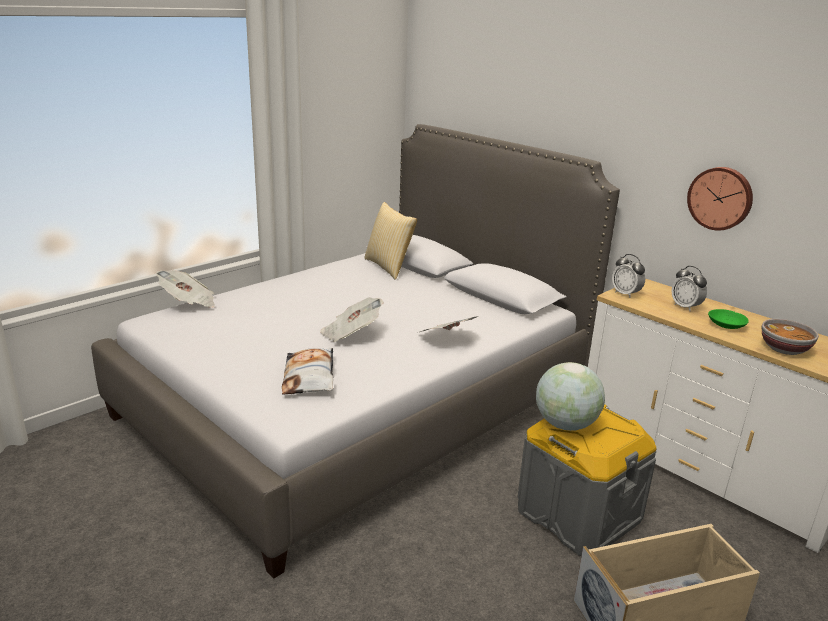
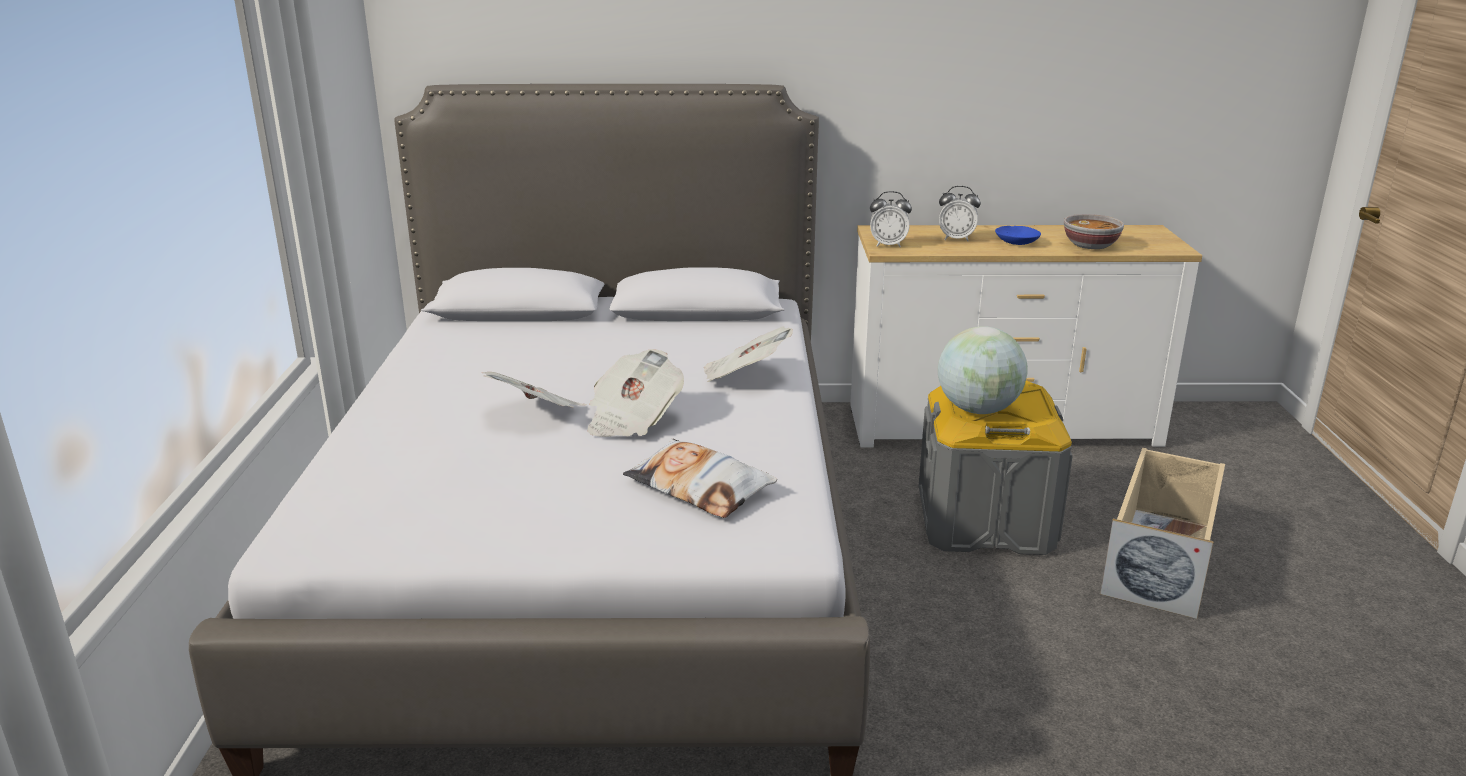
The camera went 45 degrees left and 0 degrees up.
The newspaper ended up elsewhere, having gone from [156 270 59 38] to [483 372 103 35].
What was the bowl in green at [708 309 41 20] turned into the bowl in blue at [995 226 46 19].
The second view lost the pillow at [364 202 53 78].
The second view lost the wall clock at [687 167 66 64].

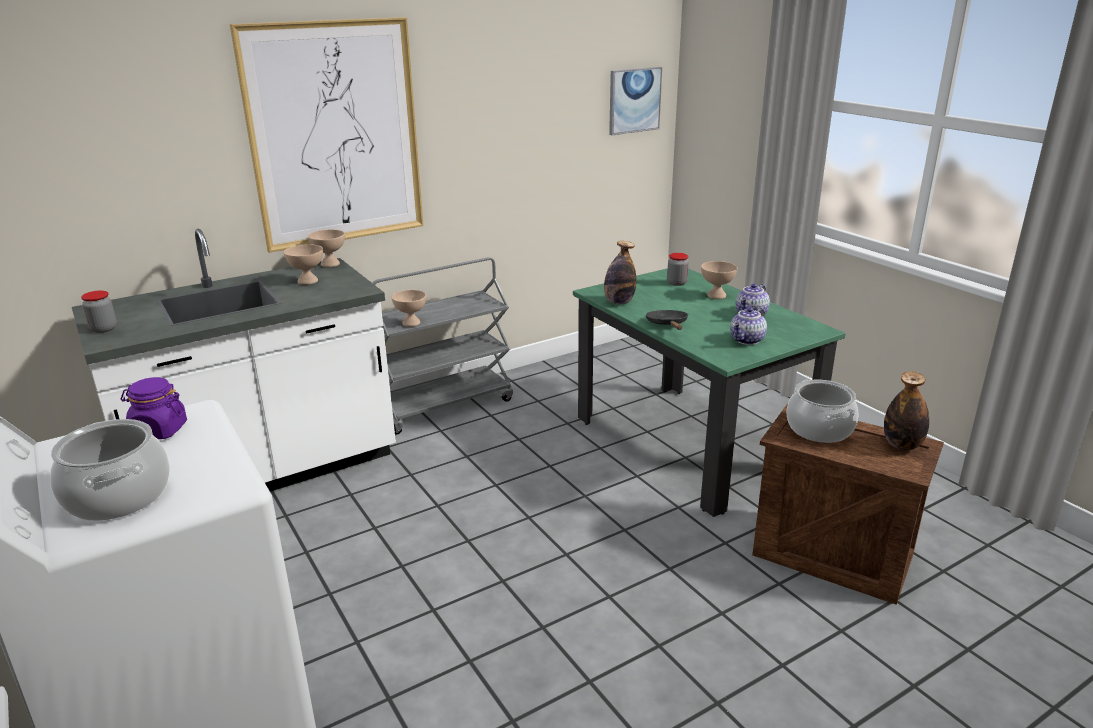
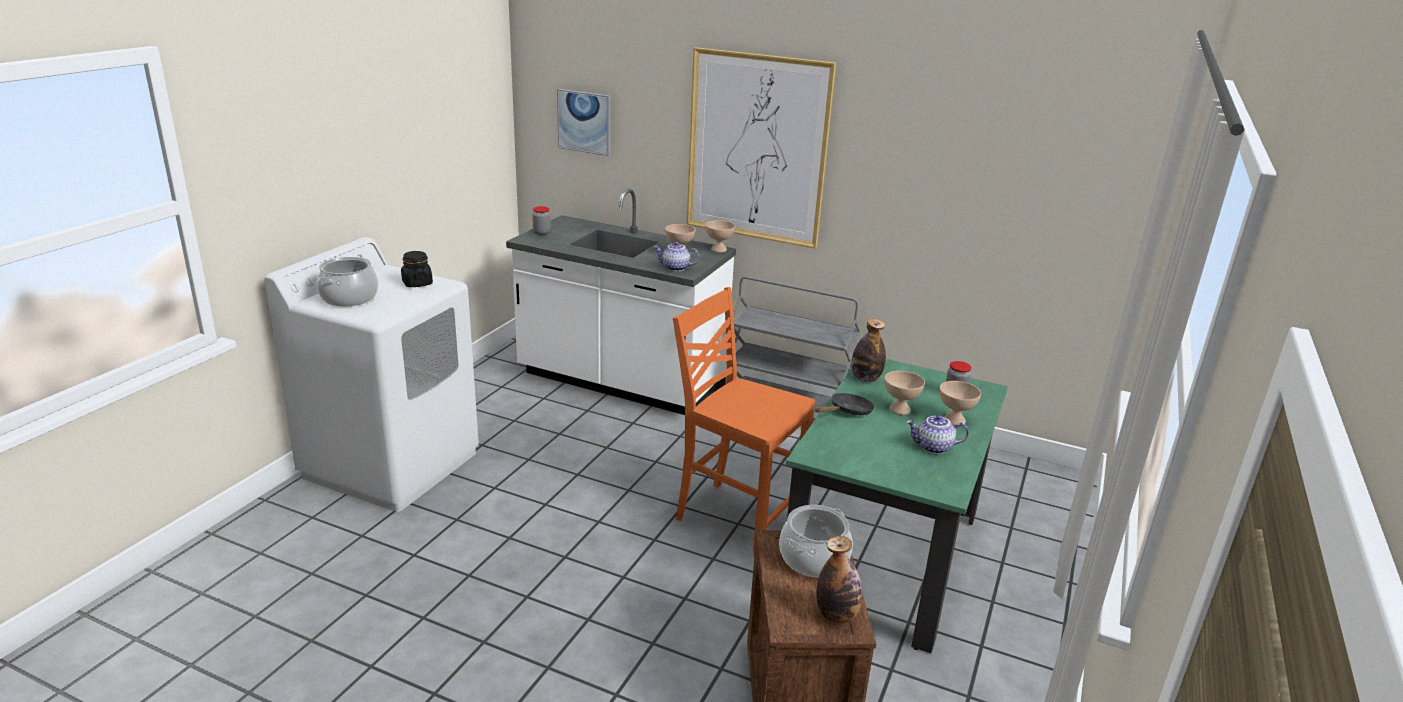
The camera went 55 degrees right and 0 degrees up.
What was the jar in purple at [121 377 66 62] turned into the jar in black at [401 251 32 36].
The picture ended up elsewhere, having gone from [609 67 53 68] to [557 89 54 67].
The teapot ended up elsewhere, having gone from [730 307 37 38] to [654 242 45 29].
The second view gained the chair in orange at [673 287 142 269].
The bowl in beige ended up elsewhere, having gone from [392 290 34 37] to [884 371 41 44].

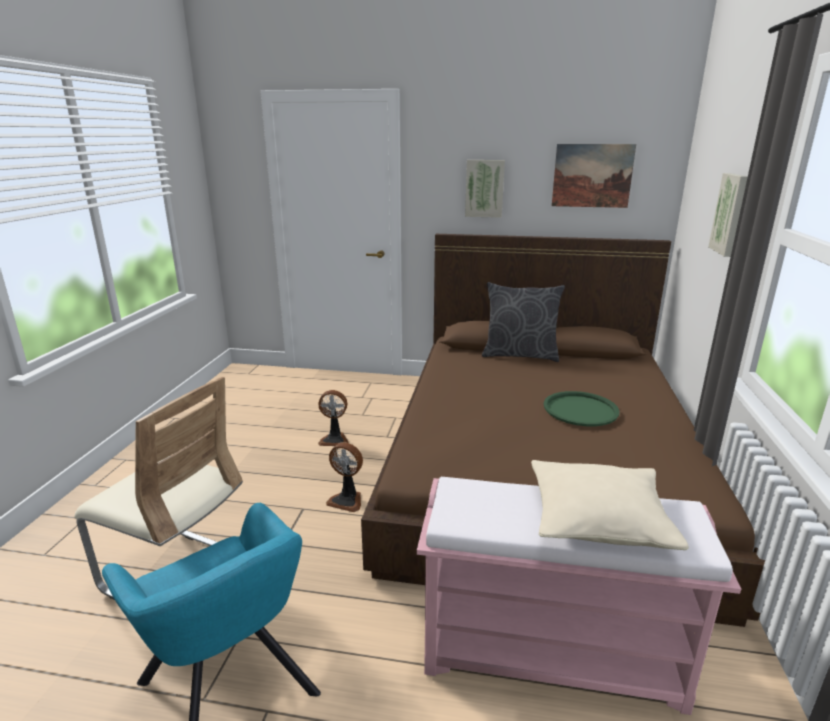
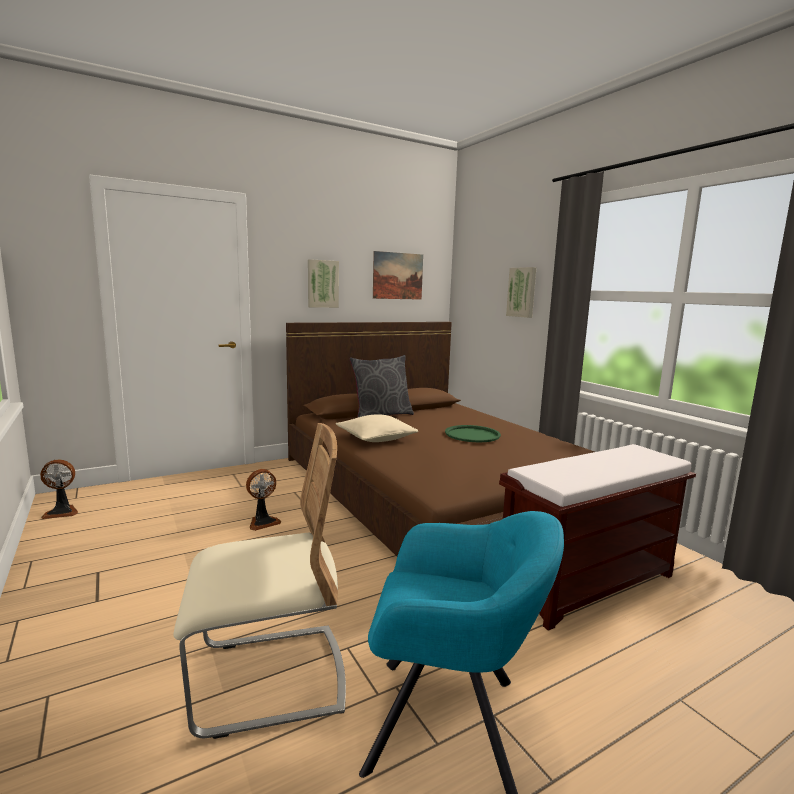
The camera went 40 degrees left and 10 degrees down.
The fan ended up elsewhere, having gone from [326 442 37 70] to [40 460 38 59].
The pillow in beige ended up elsewhere, having gone from [531 460 158 90] to [336 414 82 28].
What was the bench in pink at [417 477 324 238] turned into the bench in brown at [499 444 197 187].

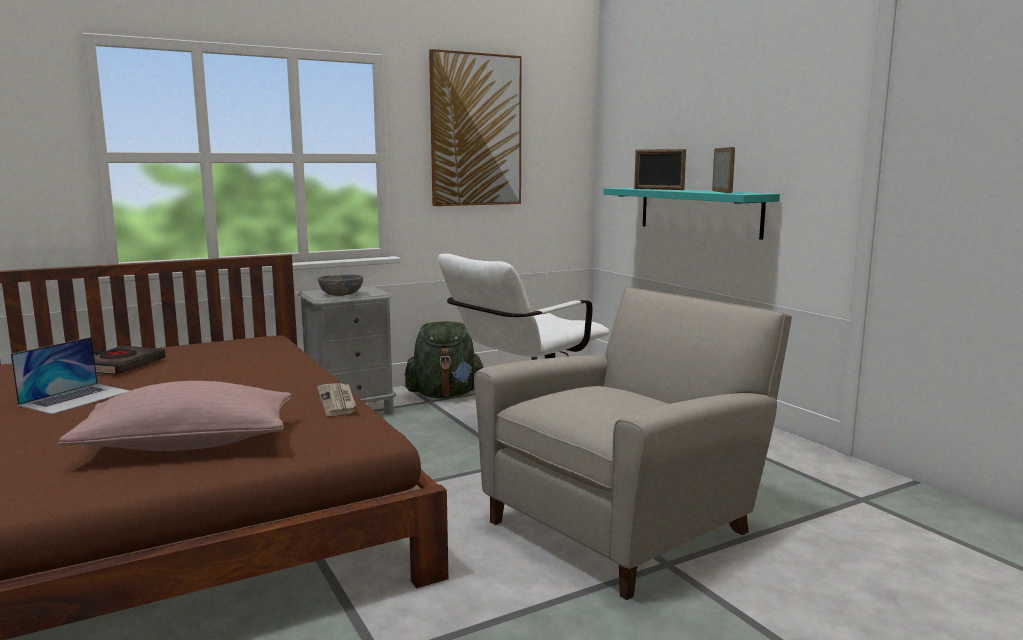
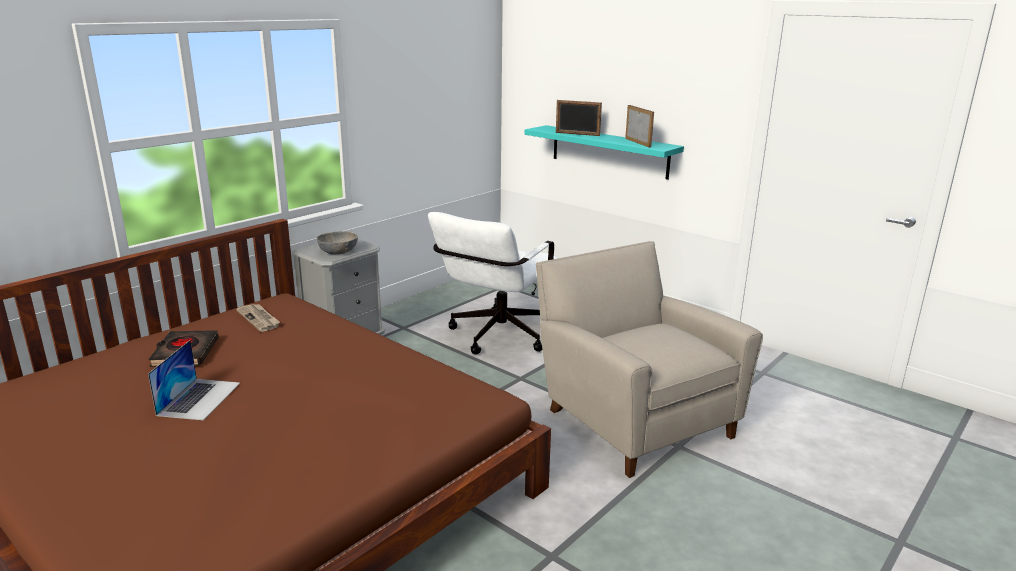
The camera went 20 degrees left and 10 degrees up.
The newspaper ended up elsewhere, having gone from [317 383 39 33] to [236 304 44 28].
The armchair in beige at [474 287 318 313] ended up facing another way, 60 degrees counterclockwise from before.
The second view lost the pillow in pink at [58 381 233 70].
The second view lost the backpack in green at [405 322 79 76].
The second view lost the picture at [429 49 92 157].

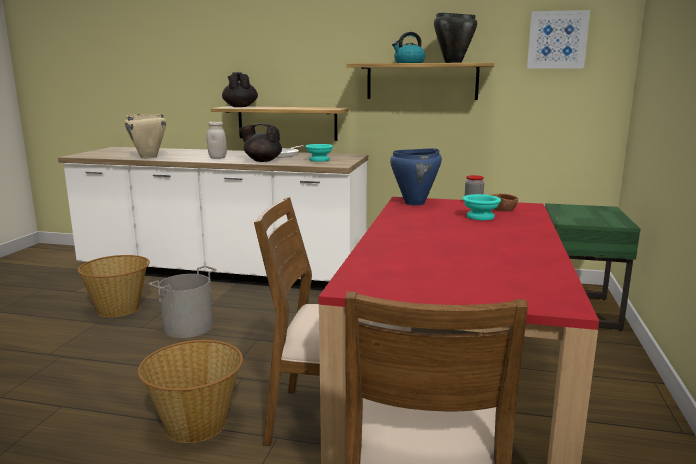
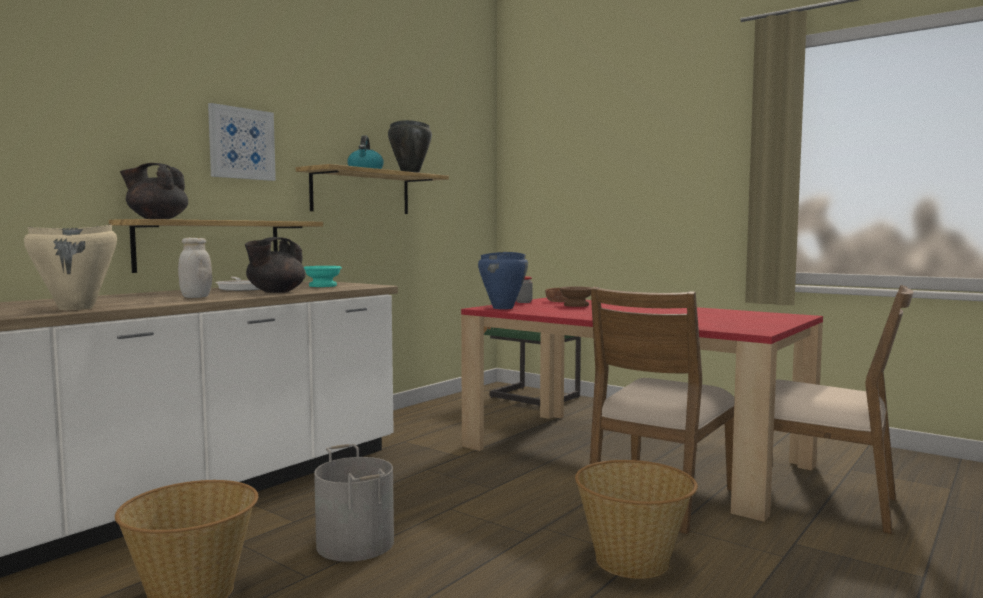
The camera went 65 degrees left and 10 degrees down.
The picture ended up elsewhere, having gone from [527 10 63 59] to [208 103 68 78].
What was the bowl in turquoise at [462 194 39 26] turned into the bowl in brown at [560 286 32 21].

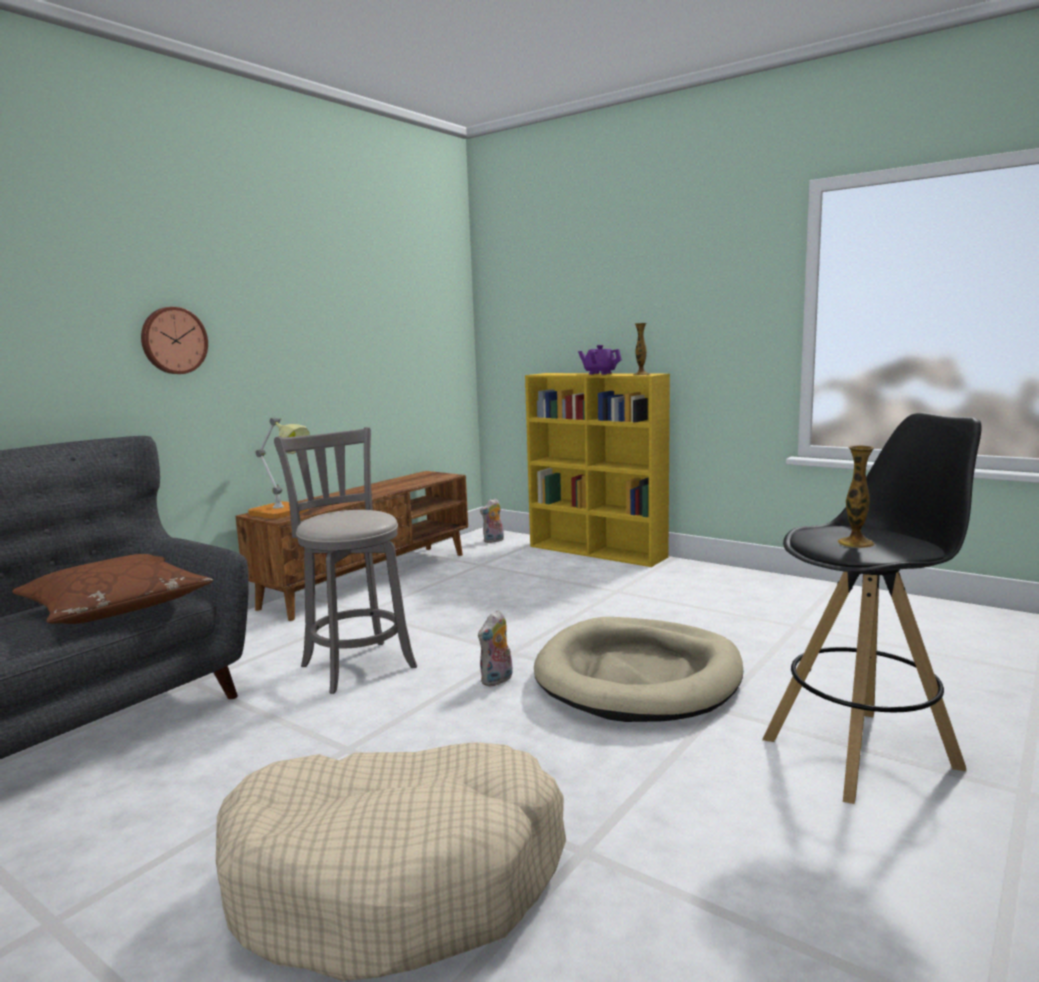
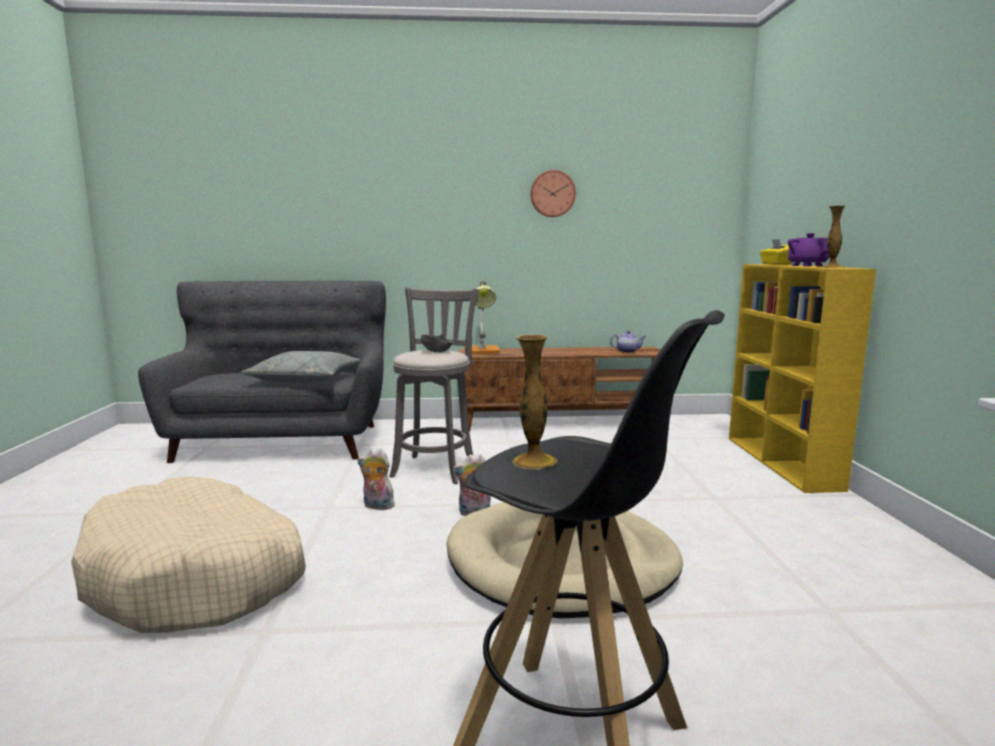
The camera went 50 degrees right and 0 degrees up.
What was the pillow in brown at [12 554 201 70] turned into the pillow in grey at [241 351 120 31].
The plush toy ended up elsewhere, having gone from [480 498 24 45] to [358 448 37 62].
The second view gained the bowl in grey at [421 333 31 19].
The wall clock ended up elsewhere, having gone from [141 307 67 67] to [530 170 46 47].
The second view gained the teapot at [610 331 36 22].
The second view gained the tissue box in yellow at [760 239 33 26].

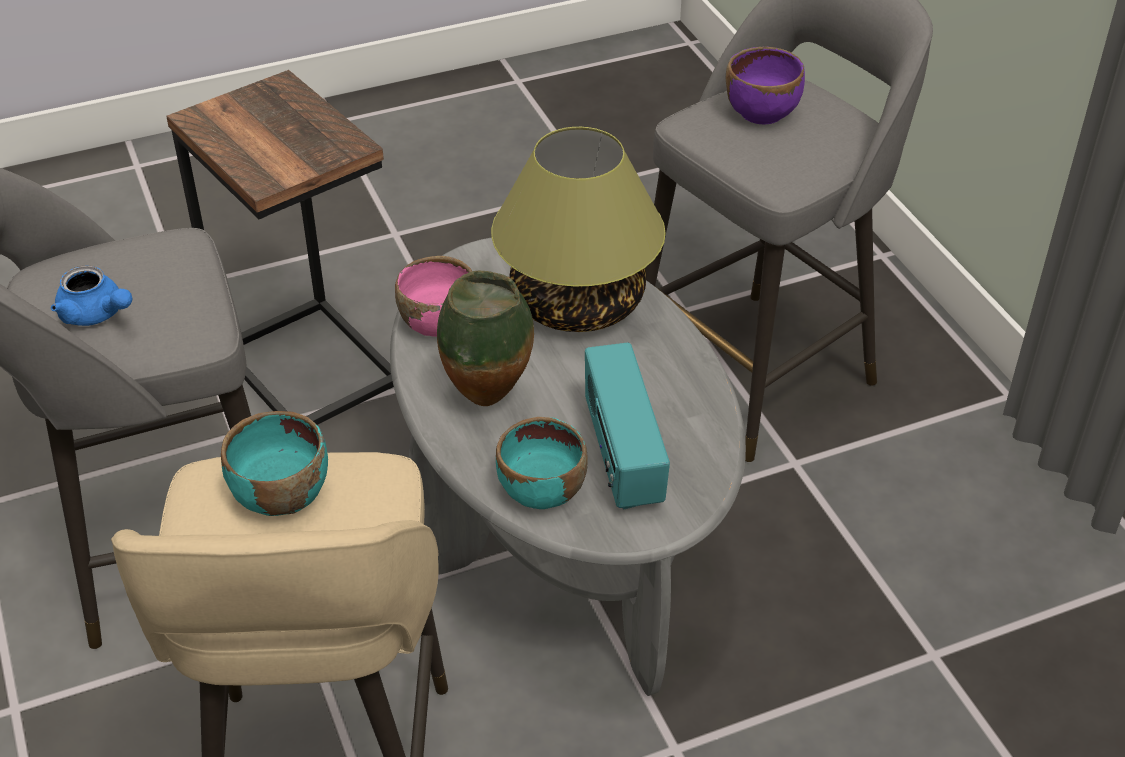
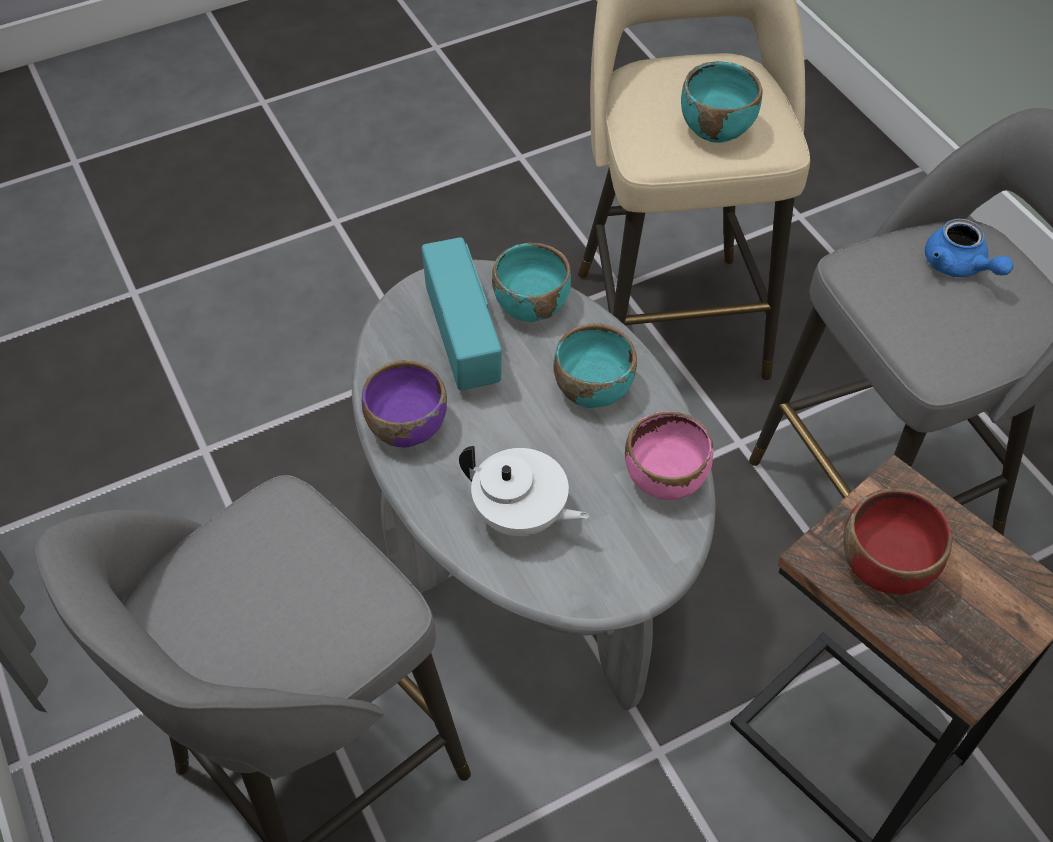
The camera went 175 degrees right and 10 degrees up.
The bowl in purple ended up elsewhere, having gone from [726 46 79 78] to [362 360 85 88].
Where the table lamp stood at [491 127 175 205], the teapot in white came to stand at [459 446 130 91].
Where the vase stood at [437 270 97 136], the bowl in turquoise came to stand at [553 323 84 85].
The second view gained the bowl in red at [843 488 110 106].
The teapot in blue at [51 266 81 60] ended up facing another way, 150 degrees counterclockwise from before.

